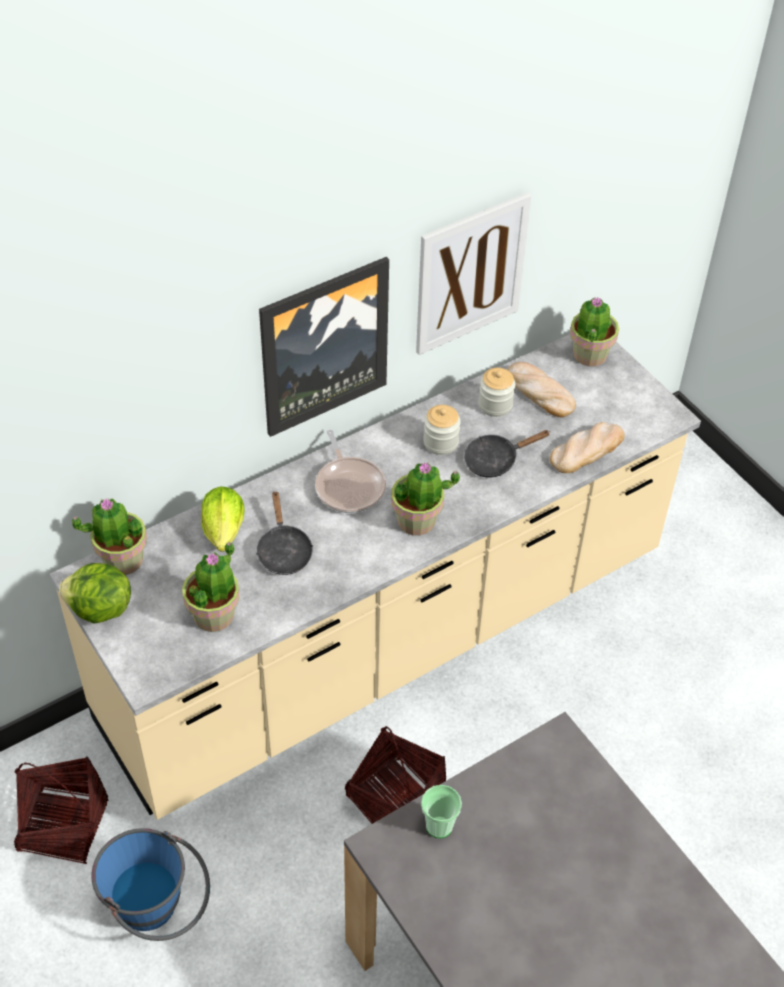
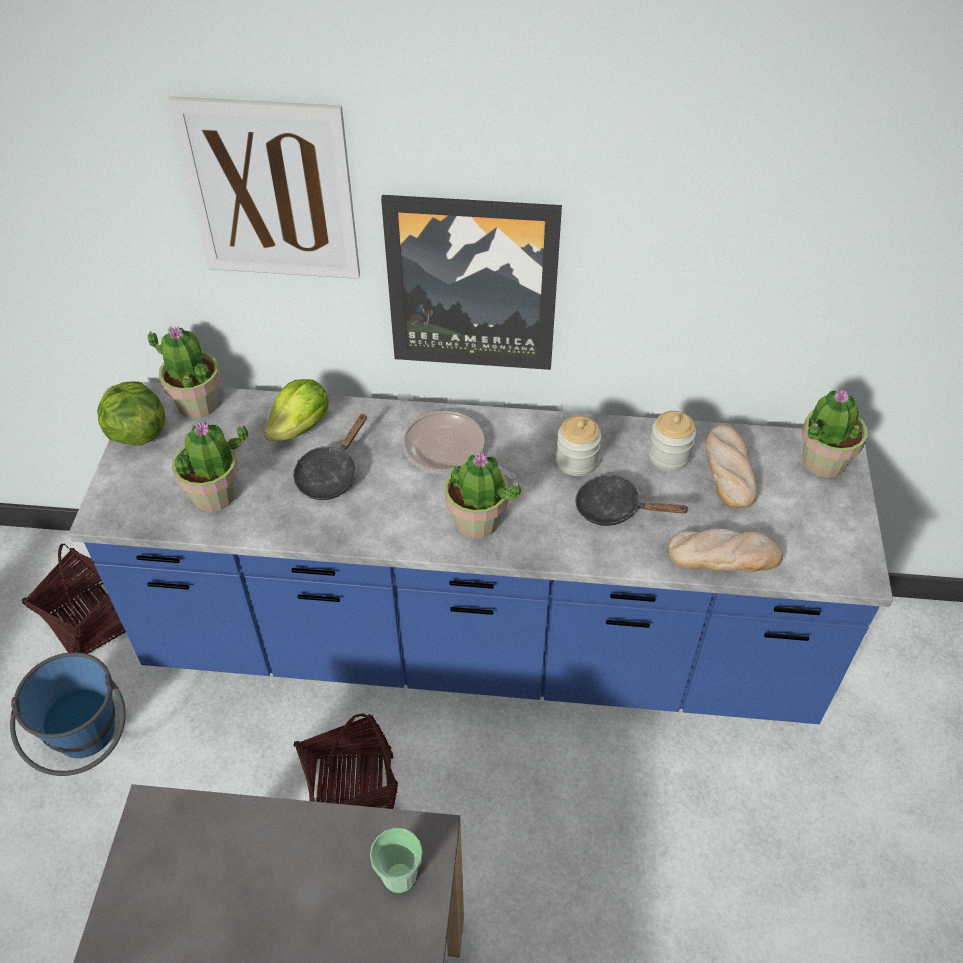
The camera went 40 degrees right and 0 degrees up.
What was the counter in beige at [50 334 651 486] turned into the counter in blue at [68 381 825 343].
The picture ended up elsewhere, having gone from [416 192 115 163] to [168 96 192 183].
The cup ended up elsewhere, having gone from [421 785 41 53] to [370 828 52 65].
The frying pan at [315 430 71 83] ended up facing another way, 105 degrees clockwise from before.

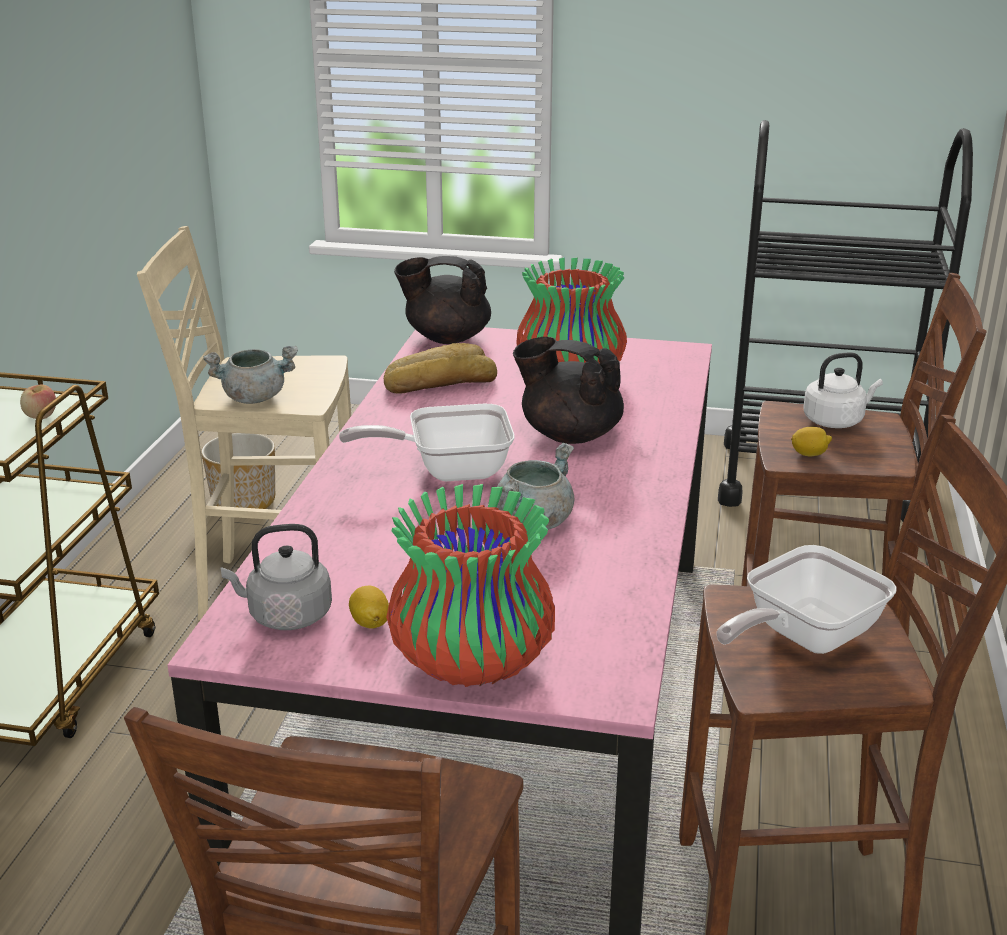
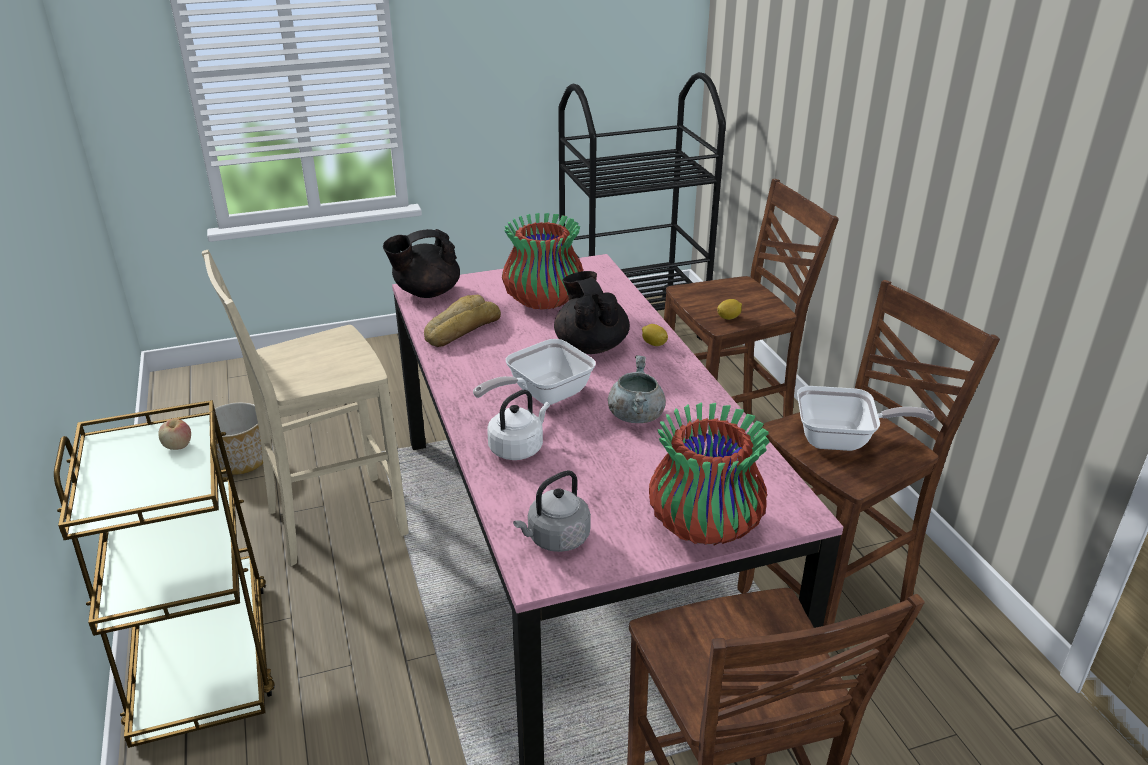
The camera went 30 degrees left and 5 degrees up.
The kettle in white ended up elsewhere, having gone from [803 352 80 76] to [487 390 63 70].
The teapot in black at [513 337 111 107] ended up facing another way, 75 degrees clockwise from before.
The lemon ended up elsewhere, having gone from [349 586 40 43] to [642 324 26 22].
The frying pan at [716 545 181 109] ended up facing another way, 105 degrees counterclockwise from before.
The second view lost the cooking pot in grey at [203 346 95 58].

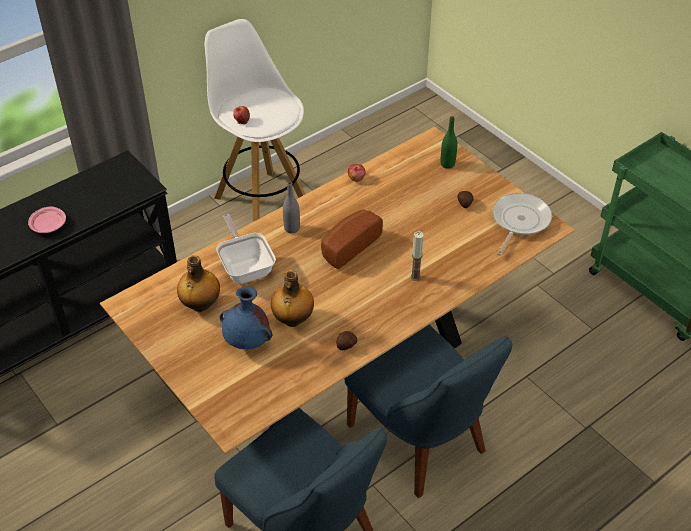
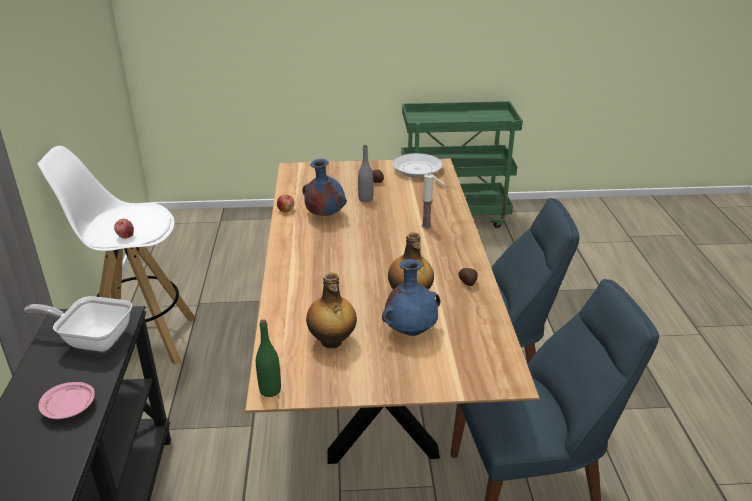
The camera went 55 degrees left and 15 degrees down.
The frying pan ended up elsewhere, having gone from [216 214 60 70] to [24 296 108 56].
The bottle in green ended up elsewhere, having gone from [440 116 17 53] to [256 319 25 78].
The second view gained the vase in blue at [303 159 44 57].
The bottle in grey ended up elsewhere, having gone from [283 180 17 54] to [358 145 15 57].
The second view lost the bread at [321 209 62 60].

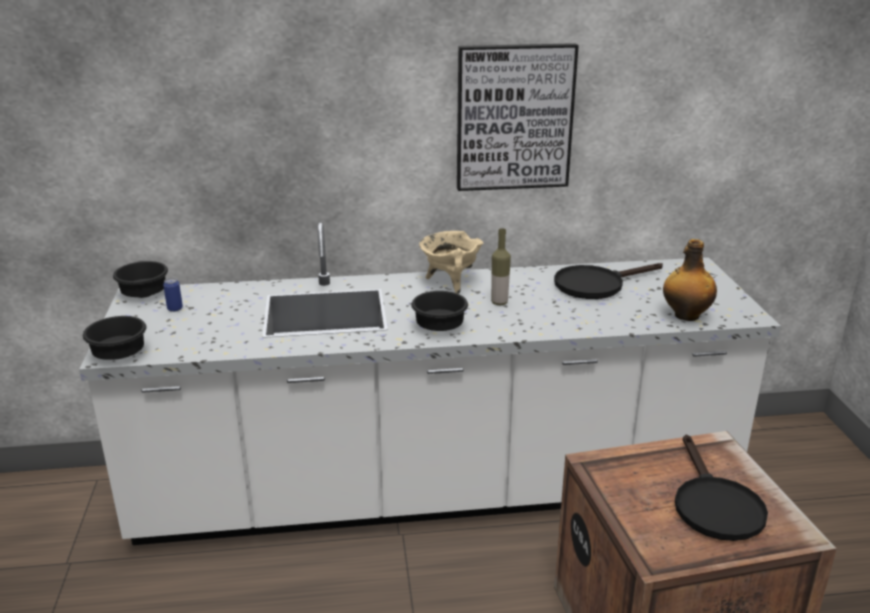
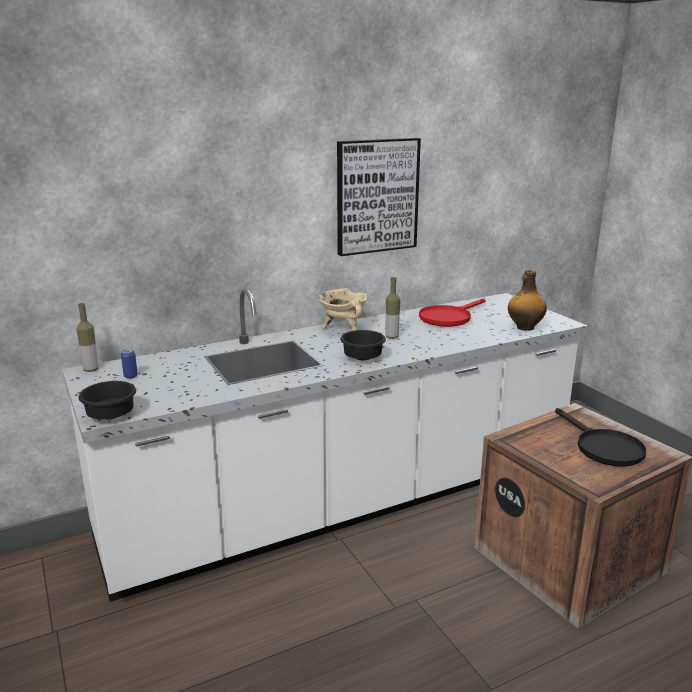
The camera went 20 degrees left and 5 degrees down.
Where the bowl in black stood at [113 261 55 37], the bottle came to stand at [76 303 23 69].
What was the frying pan in black at [554 263 109 36] turned into the frying pan in red at [419 298 67 29].

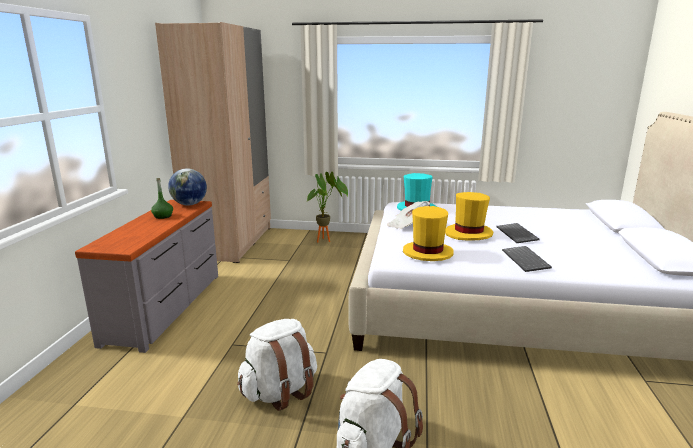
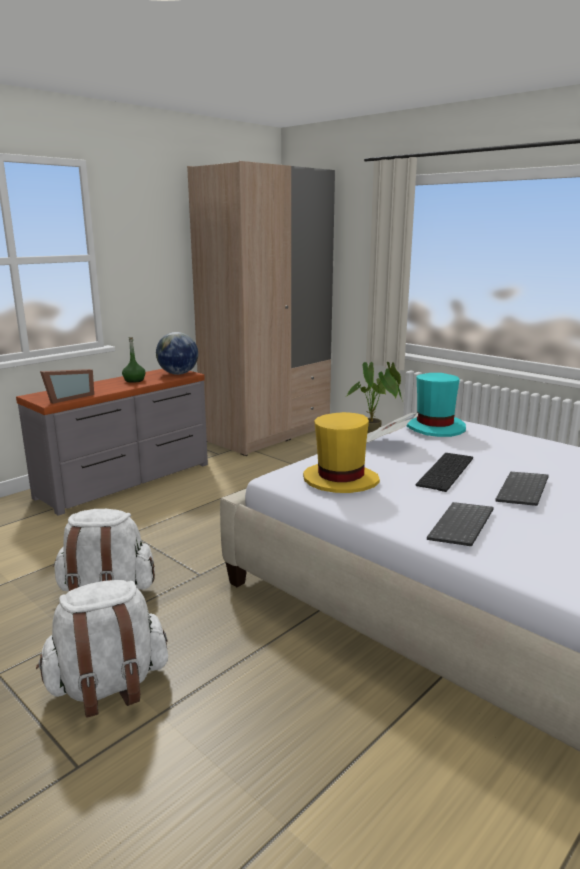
The camera went 35 degrees right and 0 degrees up.
The second view gained the picture frame at [40 369 54 35].
Where the hat in yellow stood at [445 192 48 49], the keyboard came to stand at [416 453 57 39].

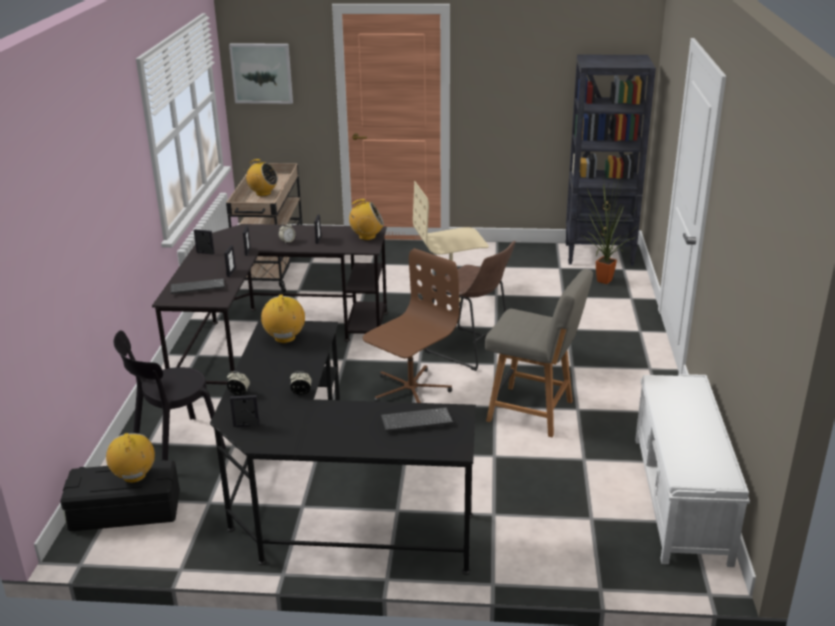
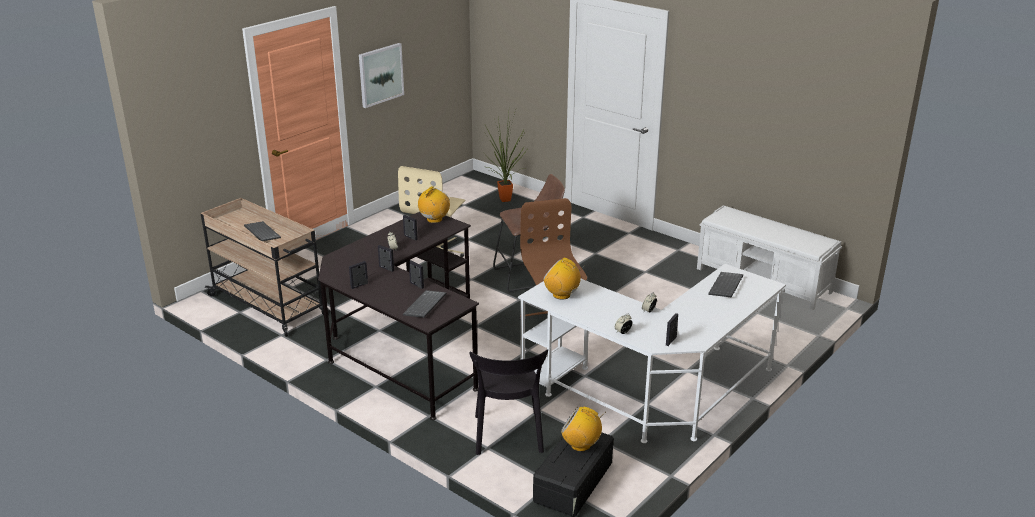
The camera went 55 degrees left and 0 degrees up.
Where the radio stood at [242 159 36 37], the keyboard came to stand at [244 221 37 20].
The picture ended up elsewhere, having gone from [229 43 64 61] to [359 43 45 65].
What was the desk in black at [210 320 266 255] turned into the desk in white at [518 264 268 179].
The second view lost the chair in grey at [485 269 108 168].
The second view lost the bookcase in black at [565 55 91 211].

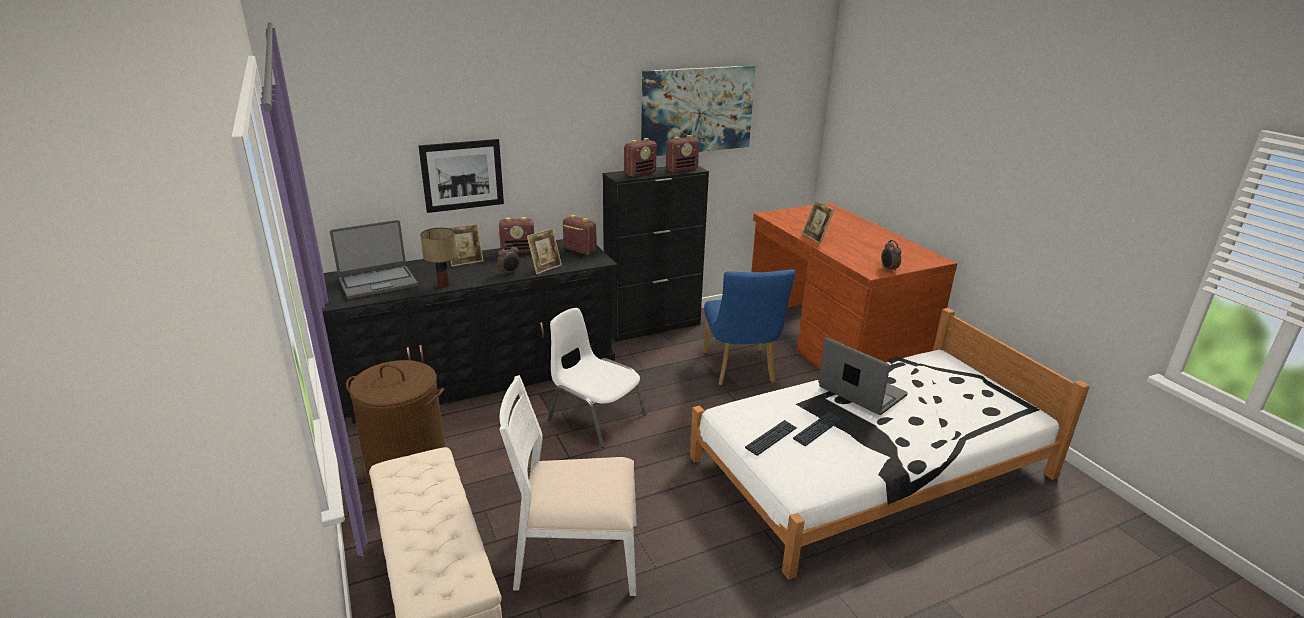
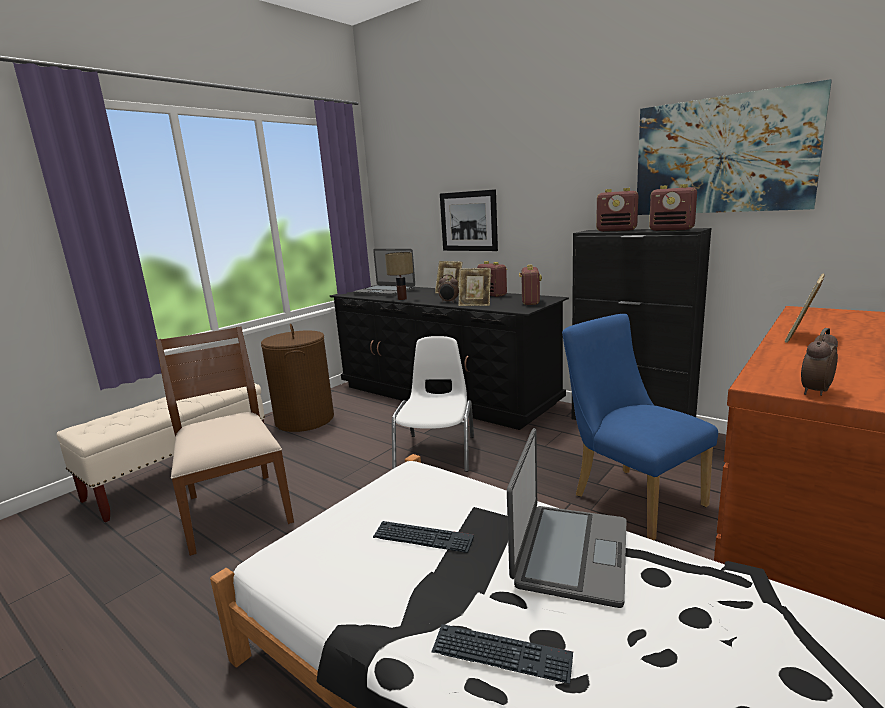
The camera went 65 degrees right and 10 degrees down.
What was the chair in white at [499 375 137 221] turned into the chair in brown at [155 326 139 230].
The keyboard ended up elsewhere, having gone from [745 420 52 36] to [431 624 142 60].
The chair in blue at [704 269 92 116] ended up facing another way, 90 degrees clockwise from before.

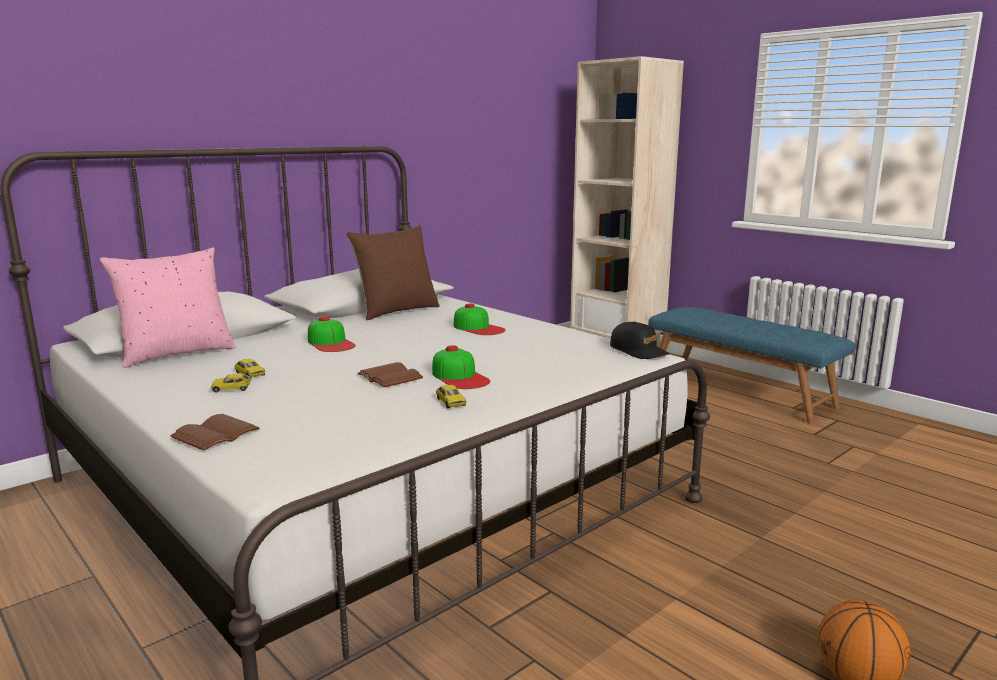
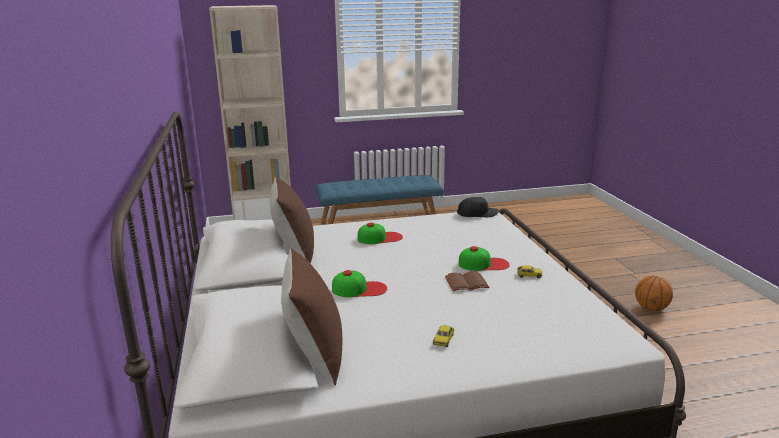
The camera went 60 degrees left and 5 degrees up.
What was the pillow in pink at [100 247 136 121] turned into the pillow in brown at [281 248 61 137].
The second view lost the book in brown at [170 414 90 37].
The second view lost the toy car at [235 359 30 19].

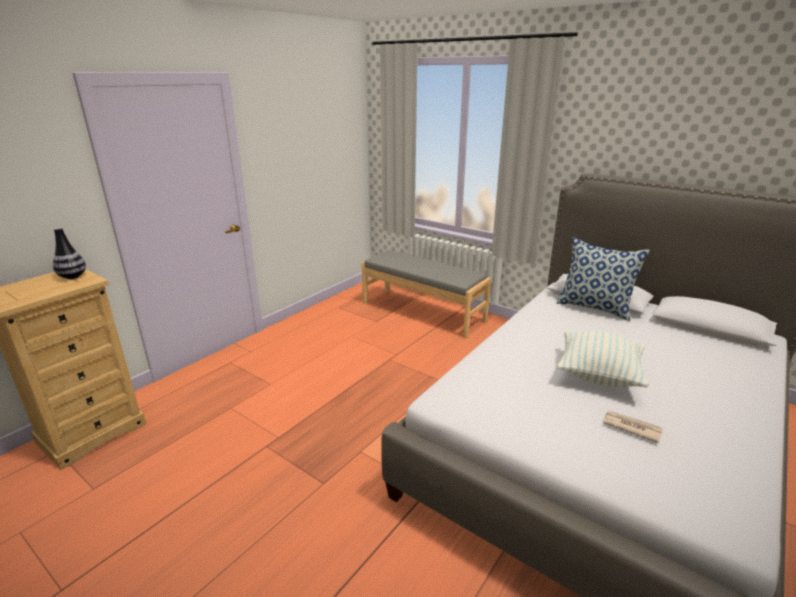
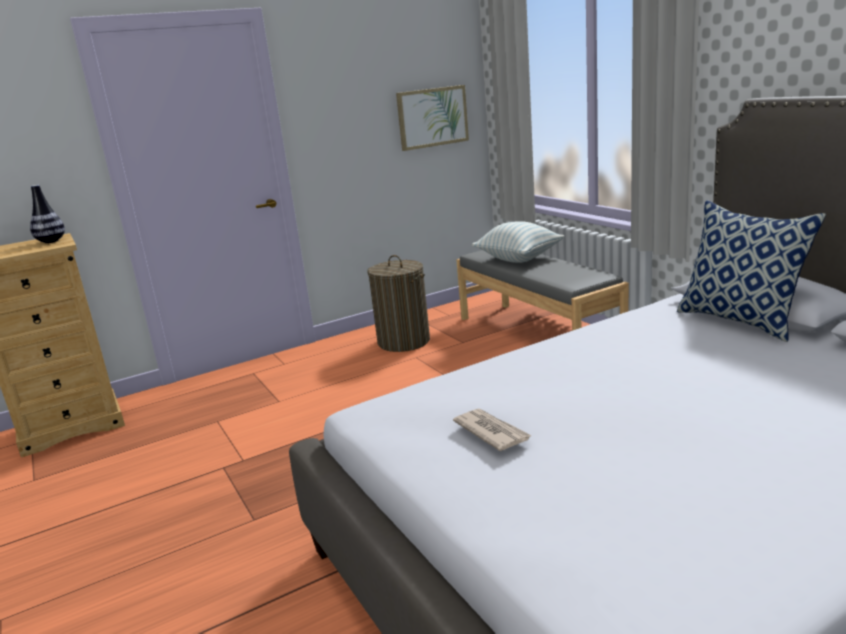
The camera went 25 degrees right and 5 degrees down.
The second view gained the laundry basket at [367 255 63 97].
The second view gained the picture at [396 85 73 66].
The newspaper ended up elsewhere, having gone from [603 411 60 32] to [453 408 79 43].
The pillow ended up elsewhere, having gone from [557 331 92 57] to [472 221 92 42].

